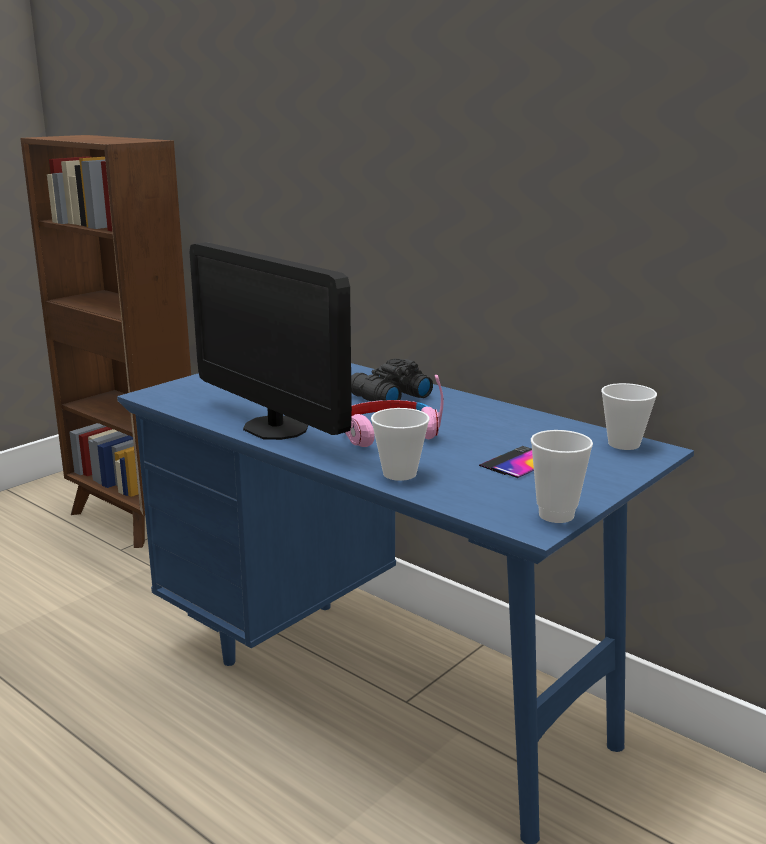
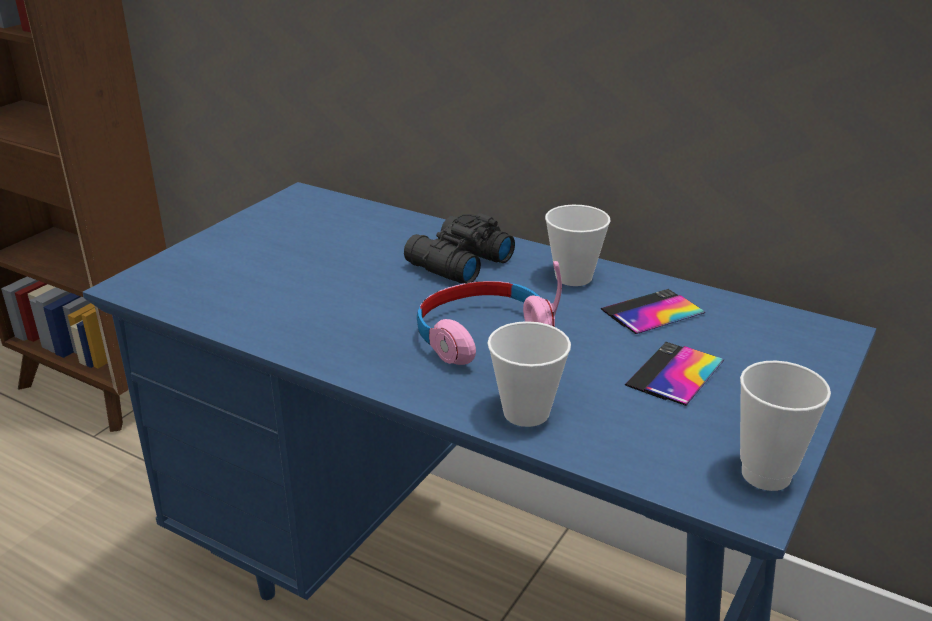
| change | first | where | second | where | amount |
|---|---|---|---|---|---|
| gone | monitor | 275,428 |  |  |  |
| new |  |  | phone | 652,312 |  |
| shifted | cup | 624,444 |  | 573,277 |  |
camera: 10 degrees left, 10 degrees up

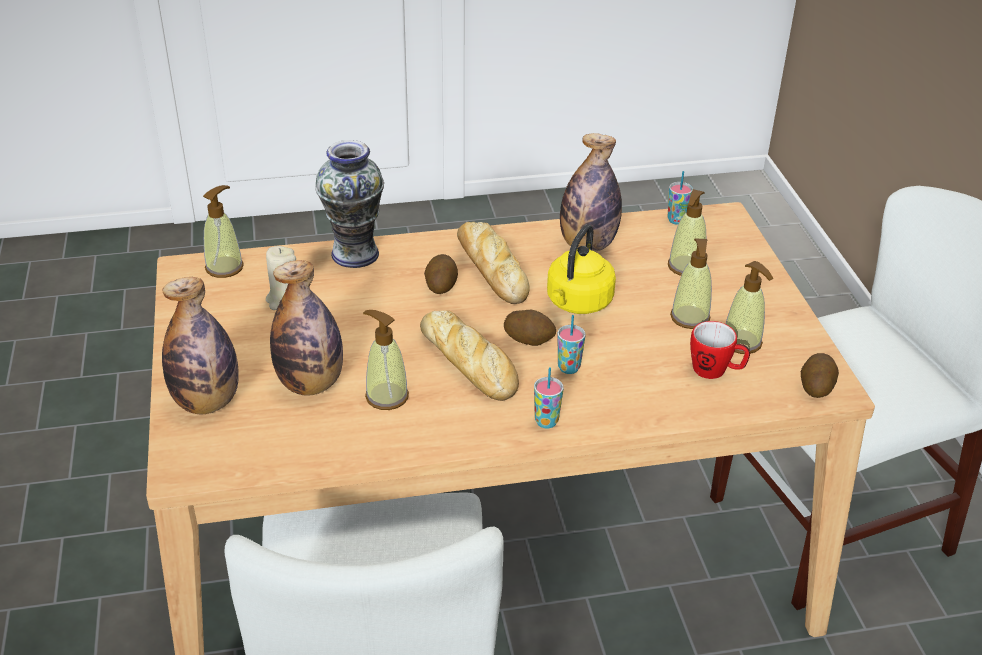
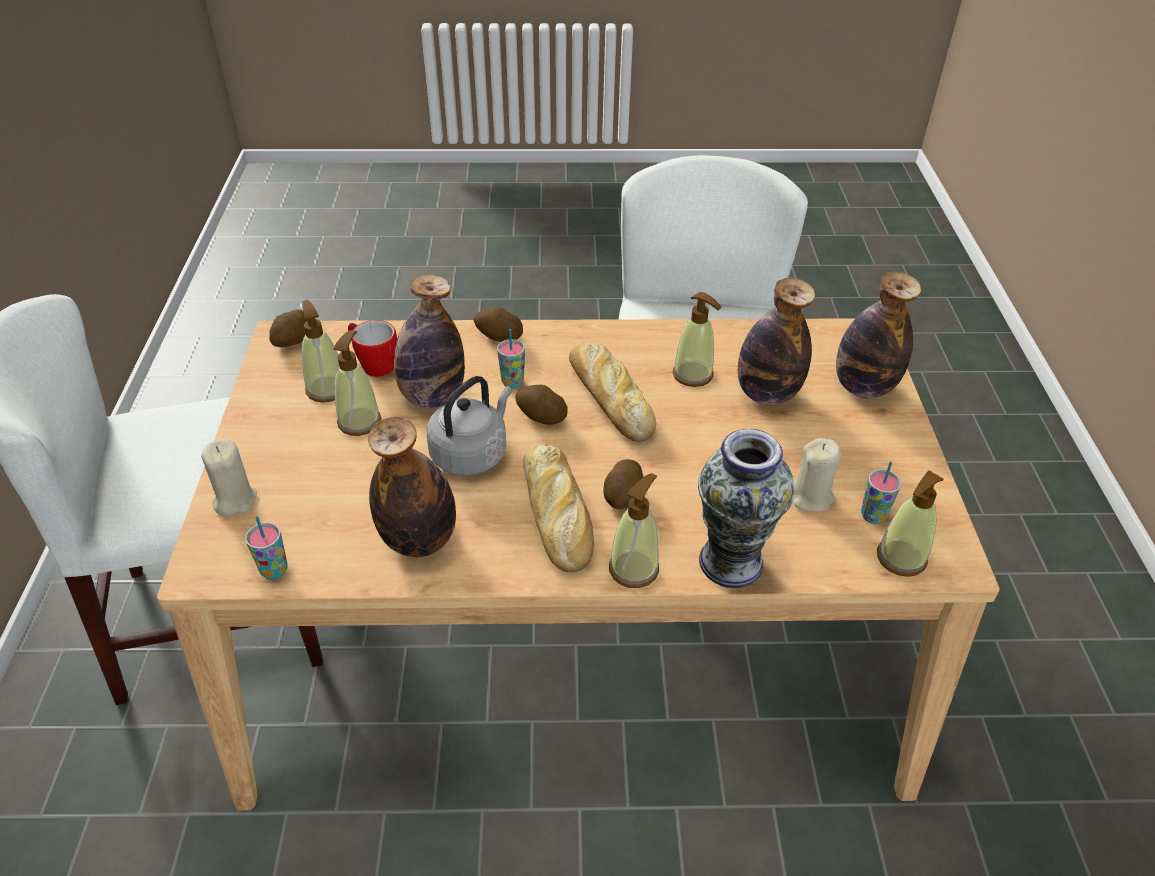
| change | first | where | second | where | amount |
|---|---|---|---|---|---|
| new |  |  | beige candle | 234,500 |  |
| new |  |  | bottle | 432,397 |  |
| new |  |  | potato | 498,337 |  |
| shifted | cup | 546,422 |  | 873,516 |  |
| shifted | soap dispenser | 686,267 |  | 634,569 |  |
| repainted | yellow kettle | 577,303 | grey kettle | 472,453 |  |
camera: 170 degrees left, 5 degrees up

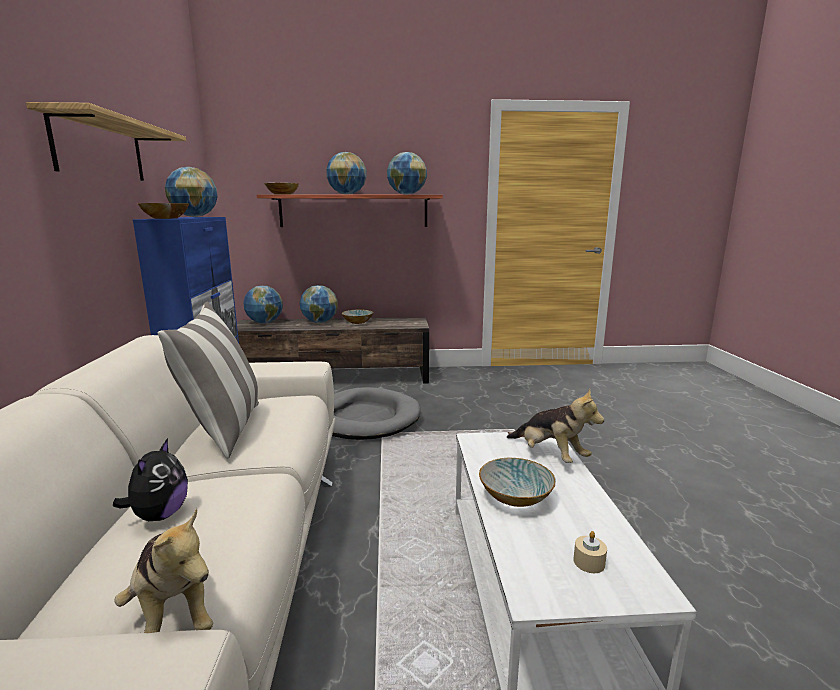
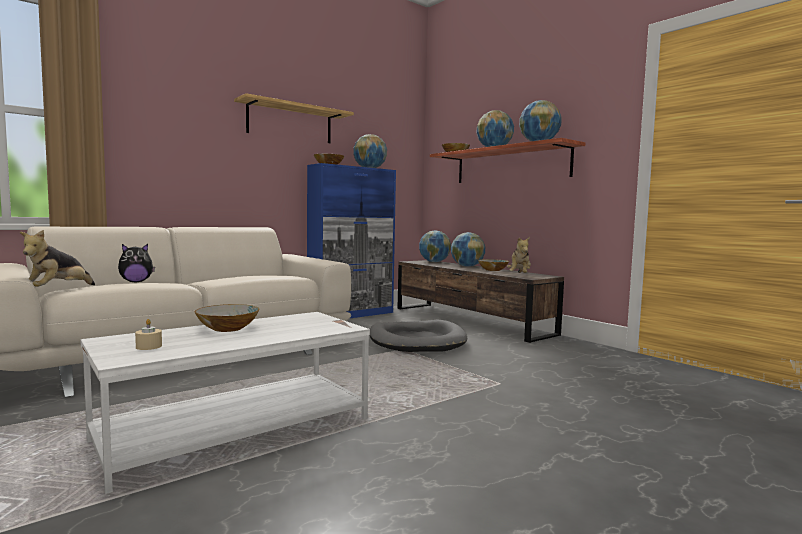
| change | first | where | second | where | amount |
|---|---|---|---|---|---|
| gone | pillow | 223,429 |  |  |  |
| shifted | plush toy | 550,455 |  | 519,275 |  |
camera: 55 degrees right, 10 degrees down

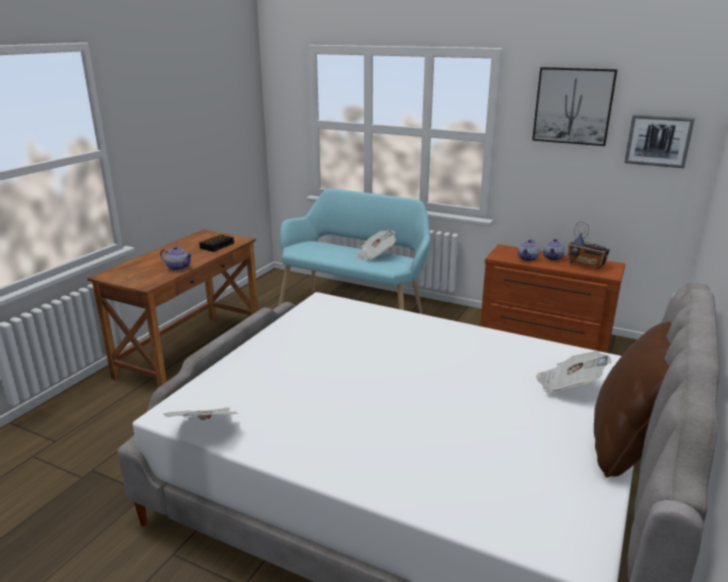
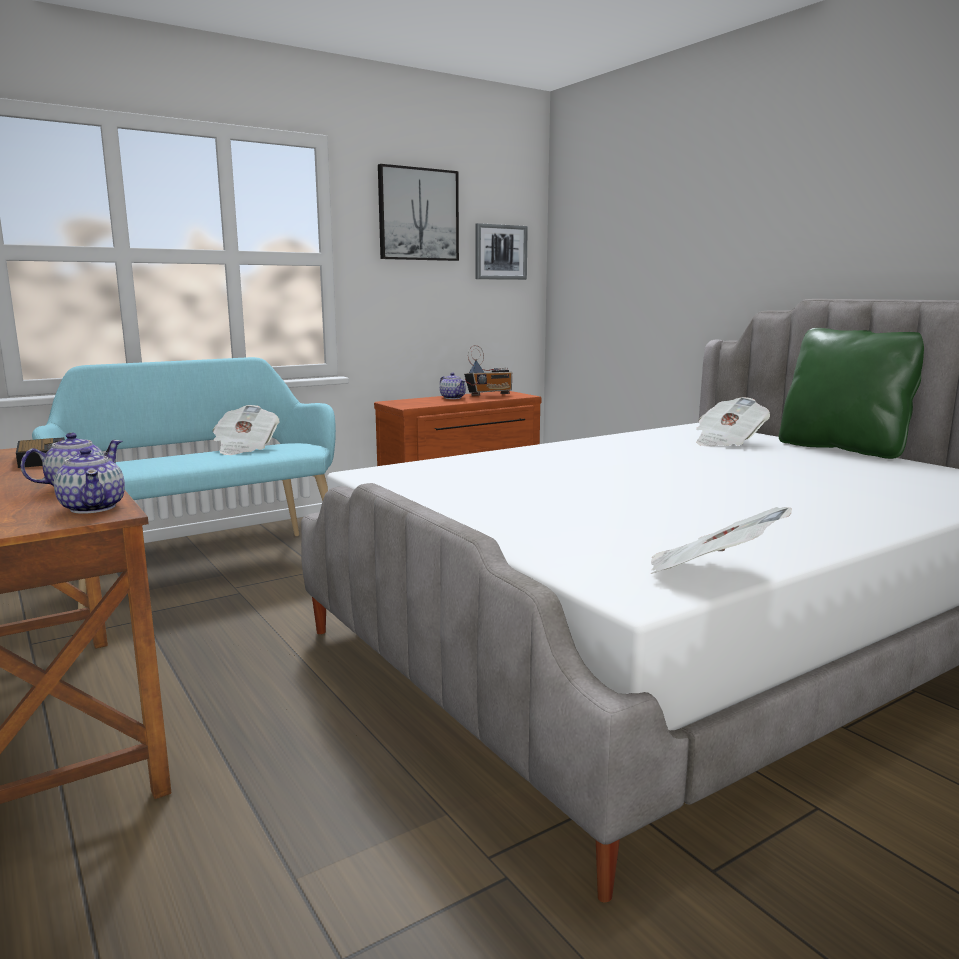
| change | first | where | second | where | amount |
|---|---|---|---|---|---|
| shifted | teapot | 528,258 |  | 93,507 |  |
| repainted | brown pillow | 627,446 | green pillow | 844,448 |  |
camera: 60 degrees left, 10 degrees down

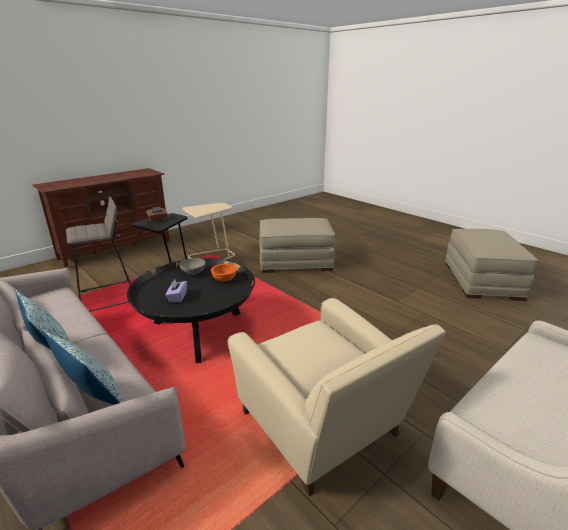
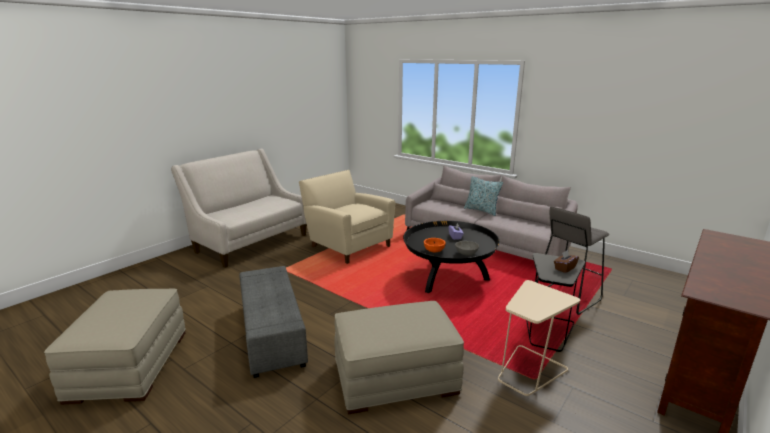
| change | first | where | second | where | amount |
|---|---|---|---|---|---|
| gone | pillow | 94,399 |  |  |  |
| new |  |  | grey ottoman | 272,333 |  |
camera: 170 degrees right, 5 degrees down

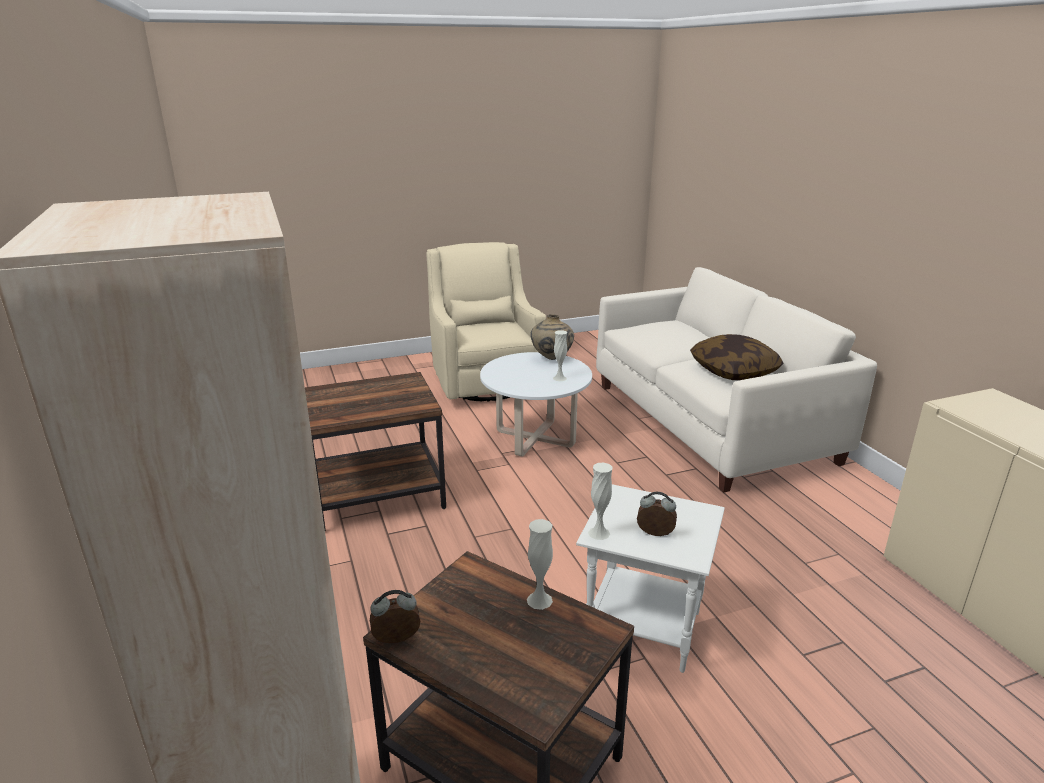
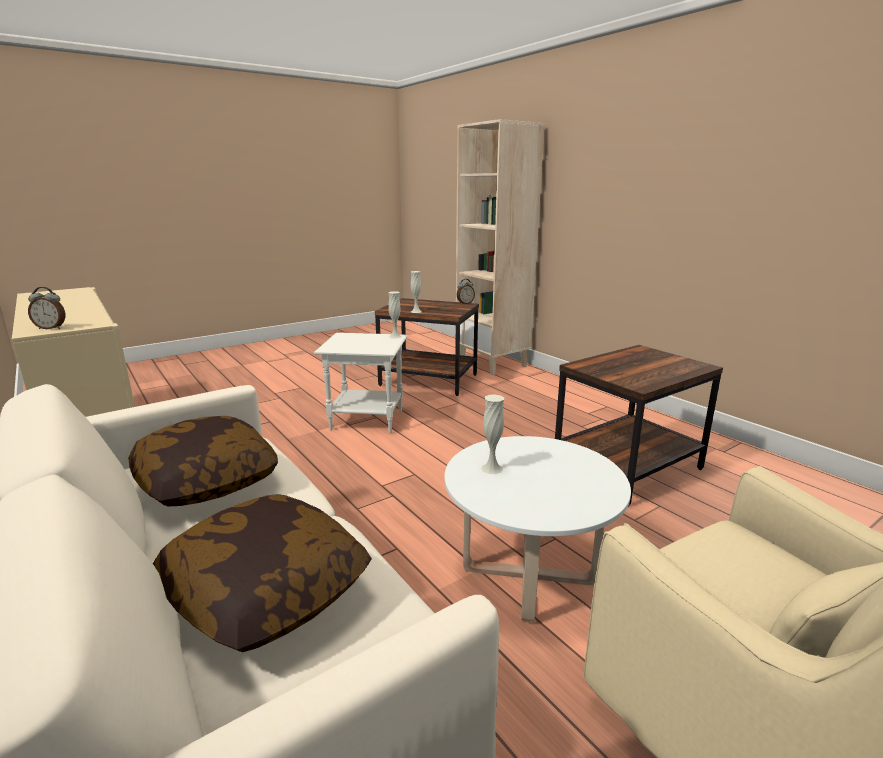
| change | first | where | second | where | amount |
|---|---|---|---|---|---|
| gone | beige vase | 551,359 |  |  |  |
| new |  |  | pillow | 266,591 |  |
| shifted | alarm clock | 655,534 |  | 51,328 |  |
camera: 165 degrees right, 5 degrees down

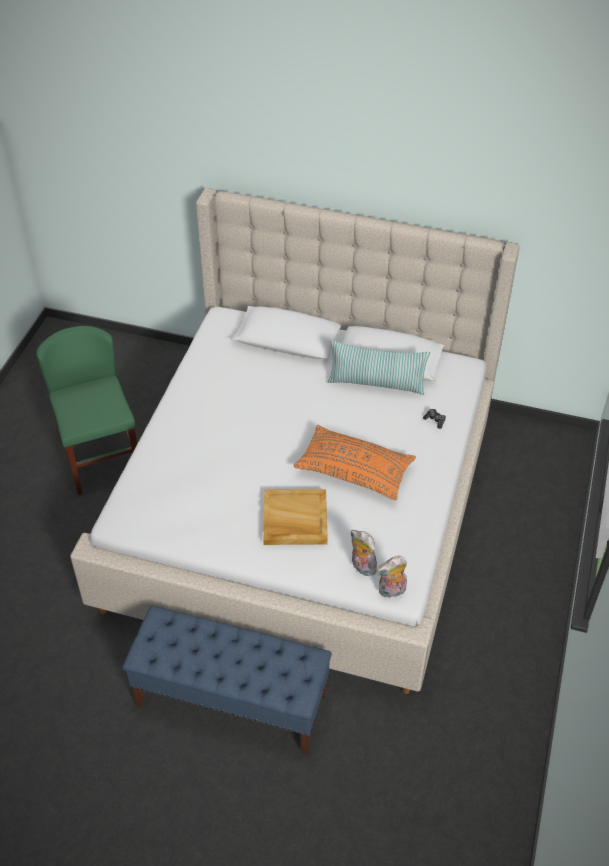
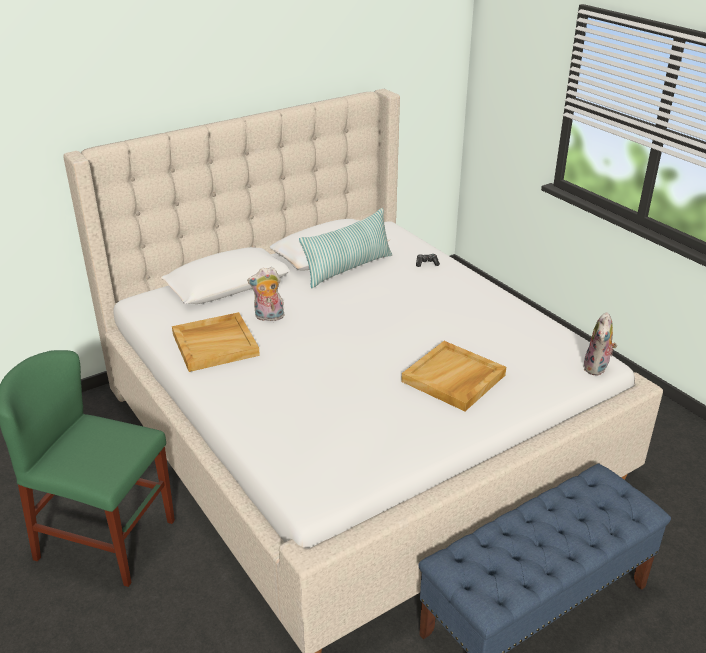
| change | first | where | second | where | amount |
|---|---|---|---|---|---|
| gone | orange pillow | 354,471 |  |  |  |
| new |  |  | beige tray | 216,344 |  |
| shifted | plush toy | 361,567 |  | 268,317 |  |
camera: 50 degrees left, 15 degrees down

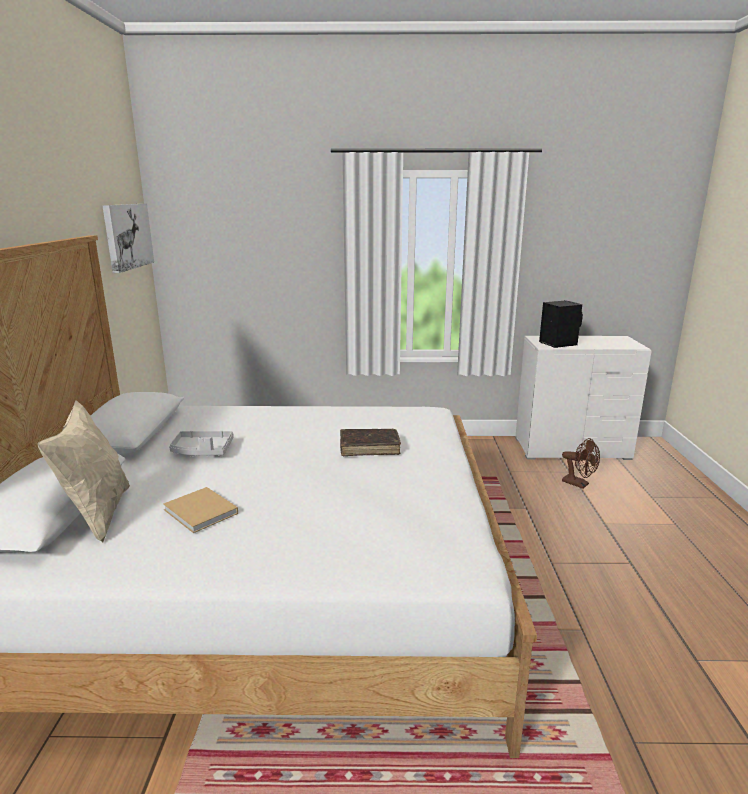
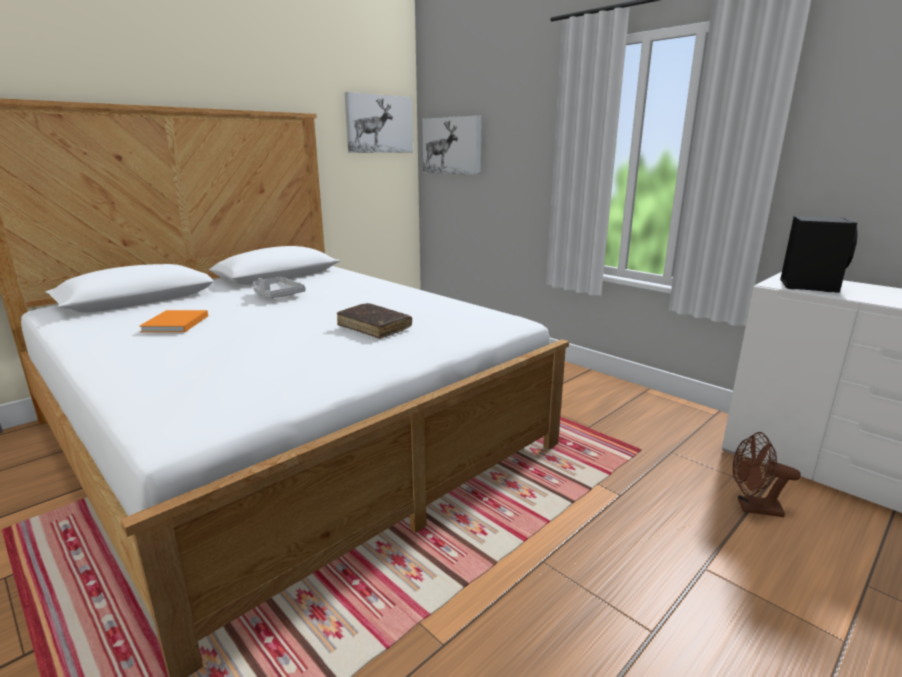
| change | first | where | second | where | amount |
|---|---|---|---|---|---|
| gone | beige pillow | 97,514 |  |  |  |
| new |  |  | picture | 452,145 |  |
| repainted | beige book | 202,512 | orange book | 174,324 |  |
| rotated | brown fan | 579,484 |  | 752,508 | 105 degrees clockwise |
camera: 45 degrees right, 0 degrees up

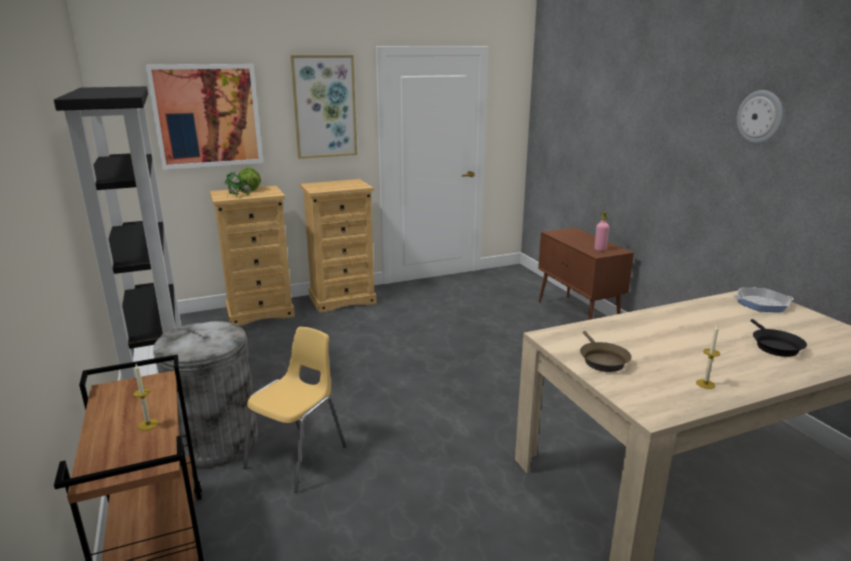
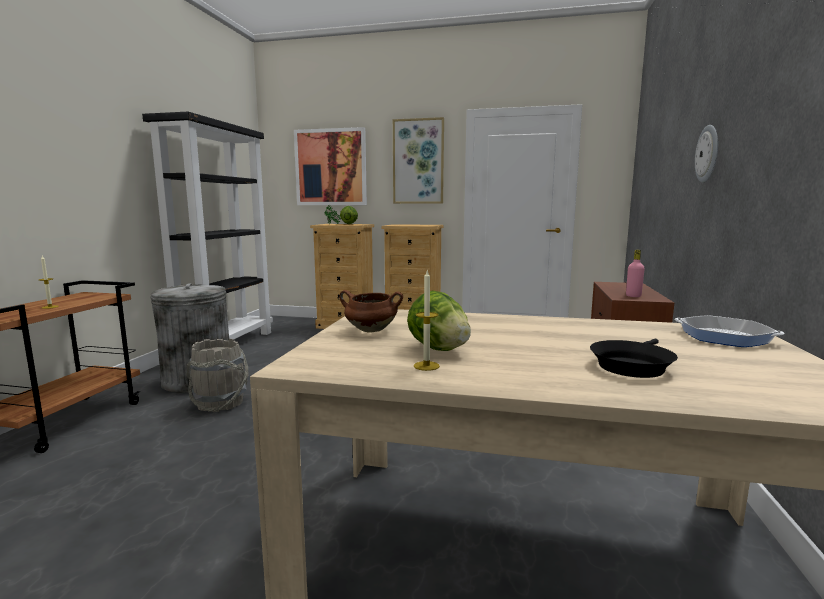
| change | first | where | second | where | amount |
|---|---|---|---|---|---|
| new |  |  | lettuce | 438,349 |  |
| shifted | wall clock | 760,117 |  | 708,154 |  |
| swapped | yellow chair | 298,457 | grey bucket | 220,403 |  |
| swapped | brown frying pan | 601,360 | brown cooking pot | 370,330 |  |
camera: 35 degrees right, 10 degrees down

